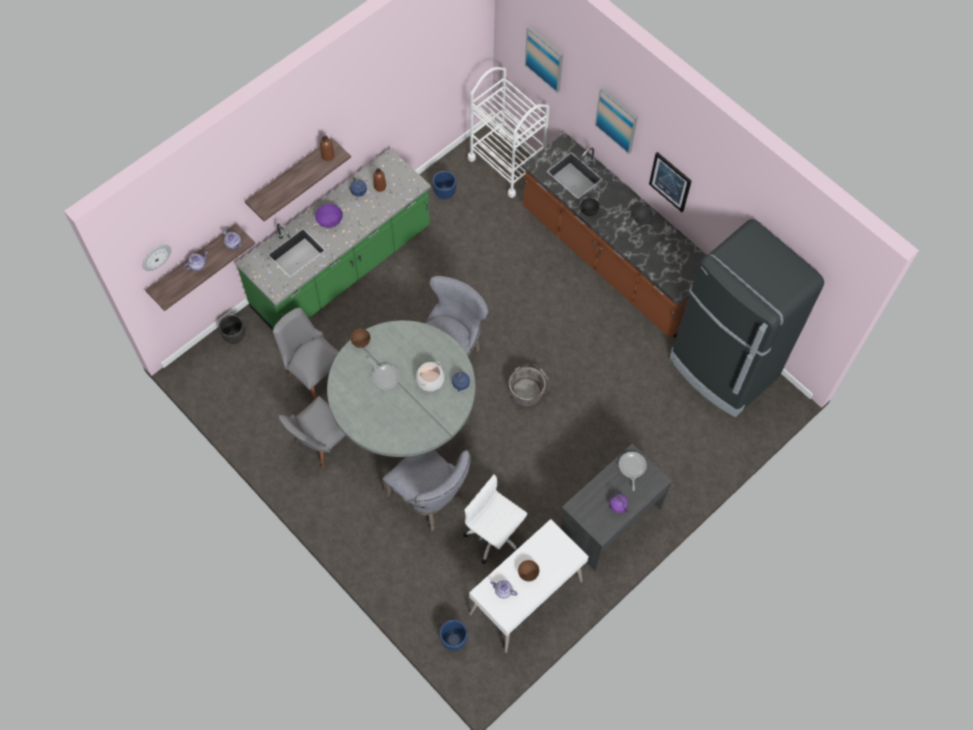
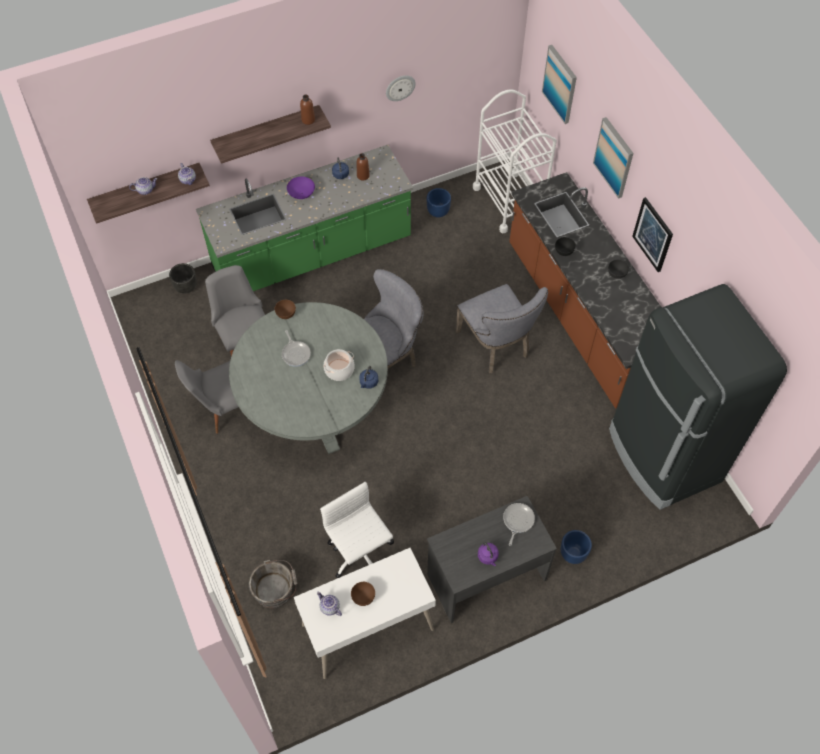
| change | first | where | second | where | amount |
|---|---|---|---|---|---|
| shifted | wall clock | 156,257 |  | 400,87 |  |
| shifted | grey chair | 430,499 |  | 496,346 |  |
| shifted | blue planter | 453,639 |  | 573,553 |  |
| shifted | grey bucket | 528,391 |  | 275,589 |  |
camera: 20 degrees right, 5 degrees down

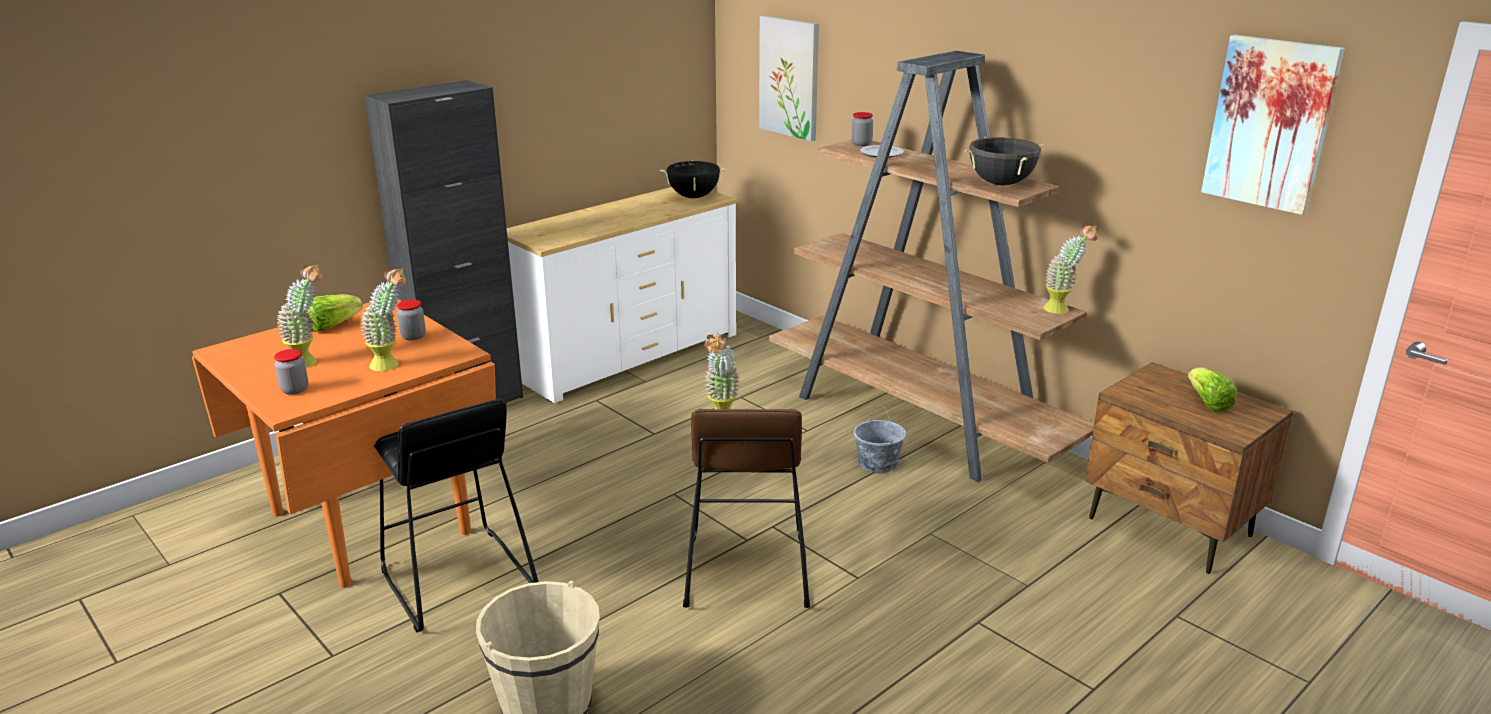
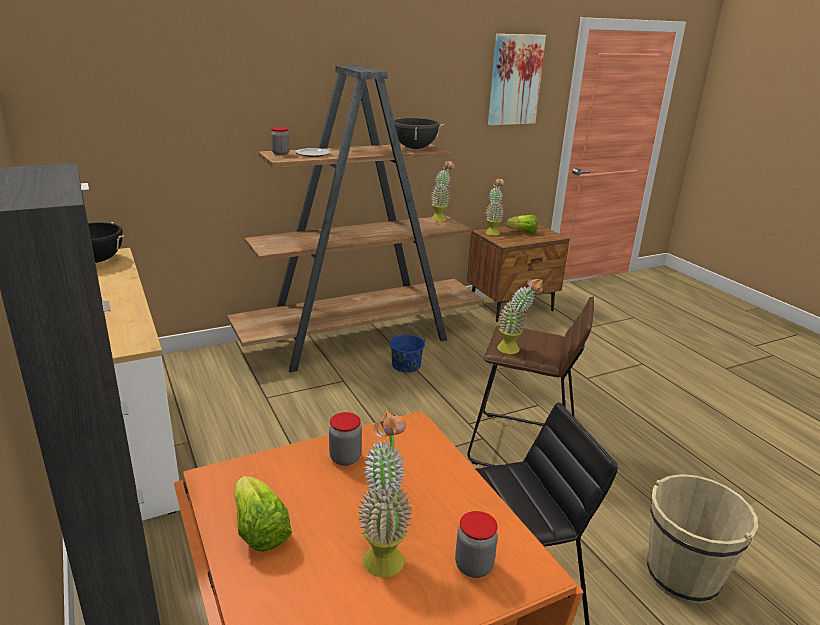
| change | first | where | second | where | amount |
|---|---|---|---|---|---|
| gone | picture | 790,77 |  |  |  |
| shifted | potted plant | 392,364 |  | 492,232 |  |
| repainted | grey bucket | 878,463 | blue bucket | 406,365 |  |
camera: 75 degrees left, 0 degrees up

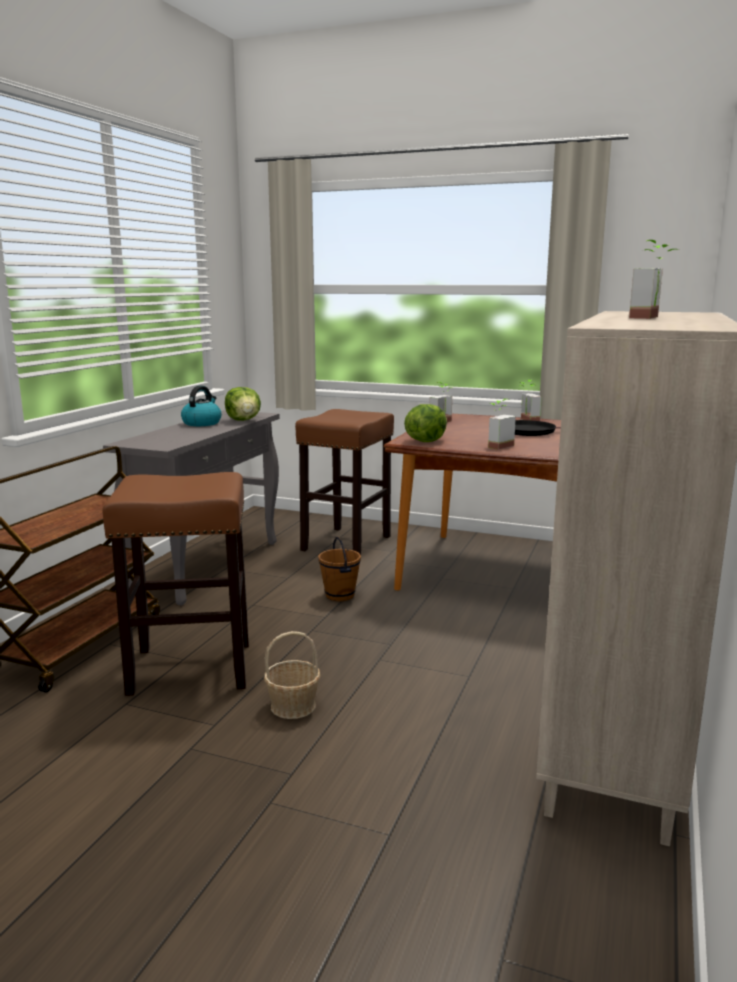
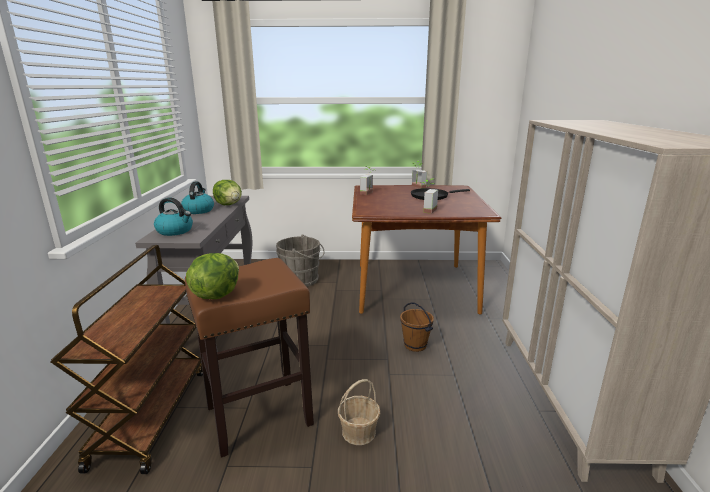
| change | first | where | second | where | amount |
|---|---|---|---|---|---|
| gone | potted plant | 652,317 |  |  |  |
| new |  |  | kettle | 175,231 |  |
| shifted | brown bucket | 340,595 |  | 415,345 |  |
| shifted | lettuce | 425,441 |  | 215,294 |  |
| swapped | brown stool | 347,543 | grey bucket | 302,280 |  |
camera: 20 degrees left, 5 degrees up

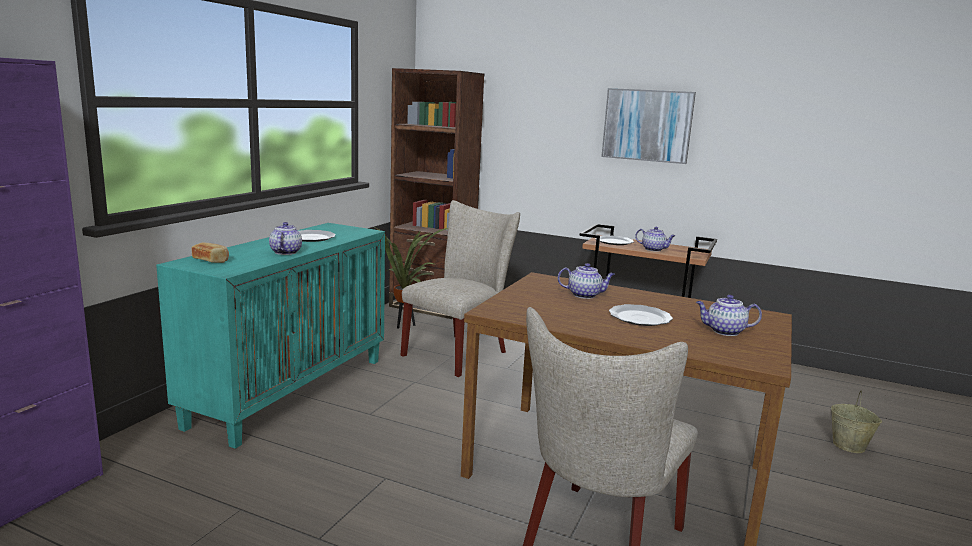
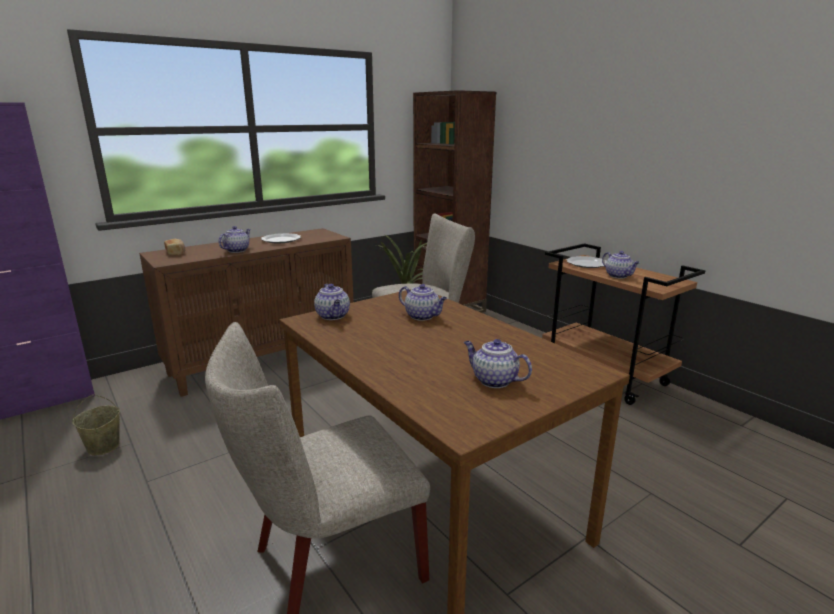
| change | first | where | second | where | amount |
|---|---|---|---|---|---|
| gone | picture | 647,125 |  |  |  |
| gone | plate | 640,318 |  |  |  |
| new |  |  | teapot | 333,316 |  |
| shifted | beige bucket | 849,446 |  | 103,447 |  |
| repainted | turquoise cabinet | 290,390 | brown cabinet | 264,360 |  |
camera: 30 degrees right, 5 degrees up

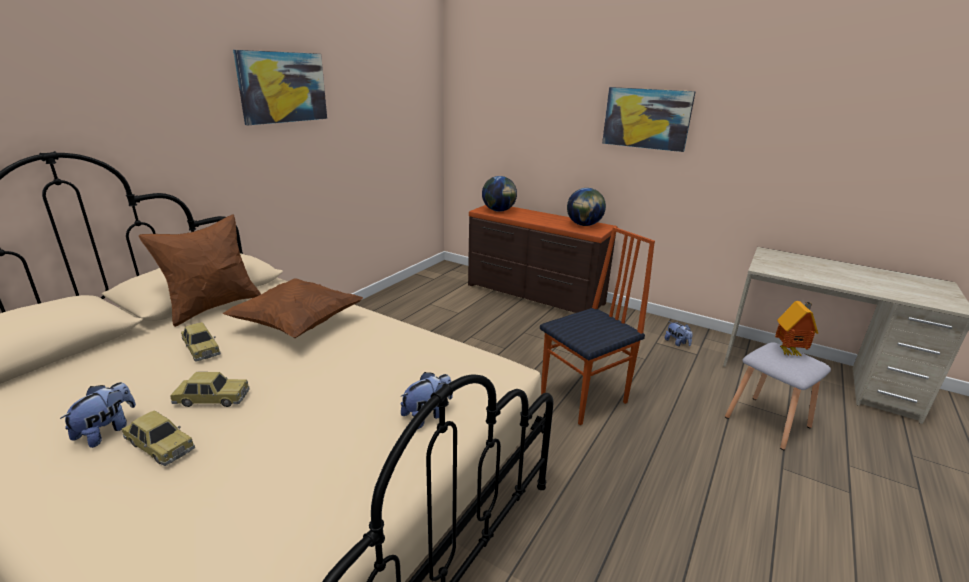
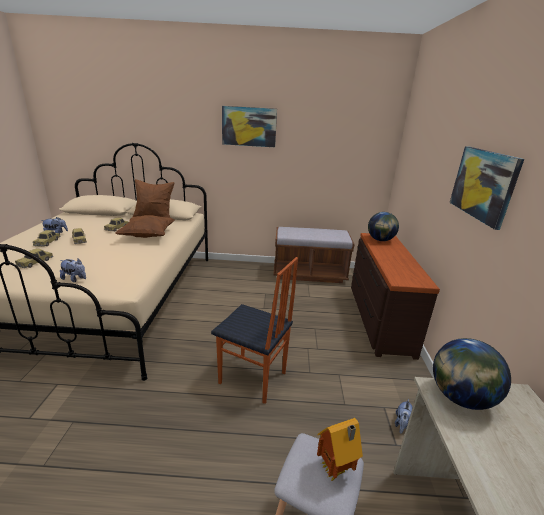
| change | first | where | second | where | amount |
|---|---|---|---|---|---|
| new |  |  | toy car | 35,262 |  |
| new |  |  | brown bench | 309,274 |  |
| shifted | globe | 584,225 |  | 460,397 |  |
camera: 60 degrees right, 0 degrees up

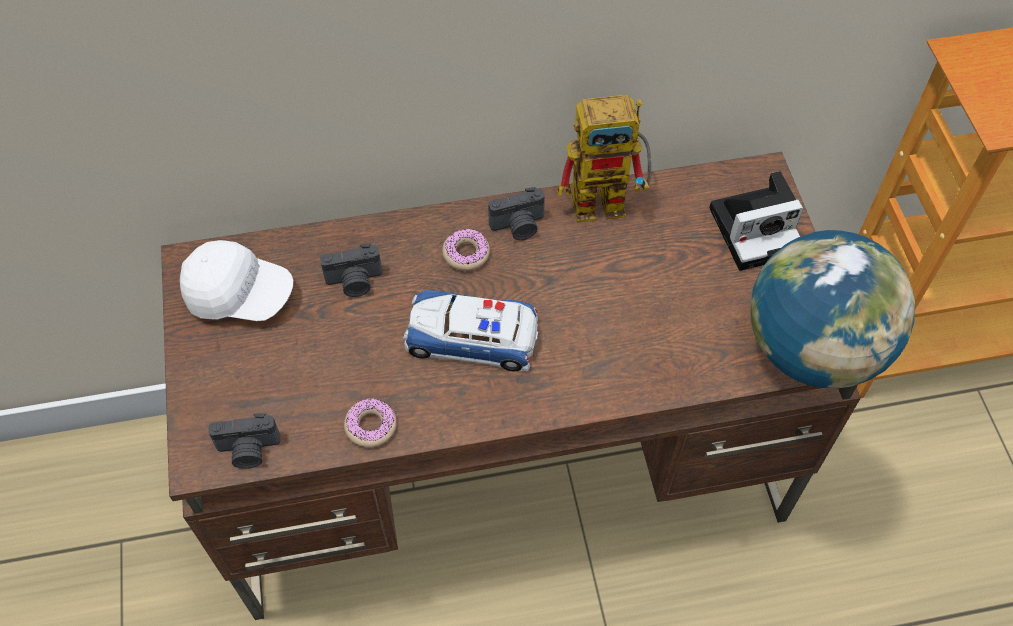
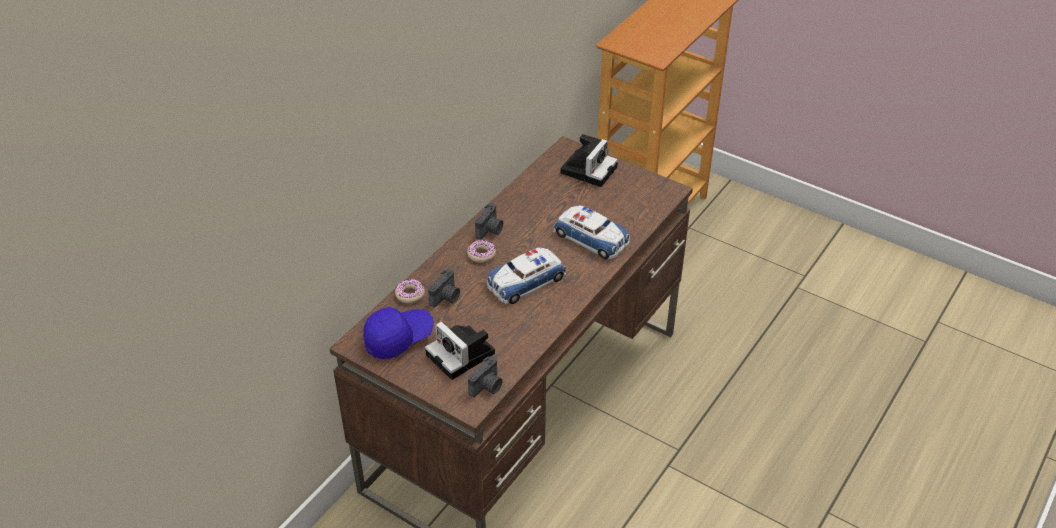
| change | first | where | second | where | amount |
|---|---|---|---|---|---|
| gone | toy robot | 609,199 |  |  |  |
| gone | globe | 812,349 |  |  |  |
| new |  |  | photo camera | 462,355 |  |
| new |  |  | toy car | 591,238 |  |
| shifted | donut | 371,426 |  | 410,294 |  |
| repainted | white cap | 240,294 | blue cap | 398,338 |  |
camera: 45 degrees left, 15 degrees down

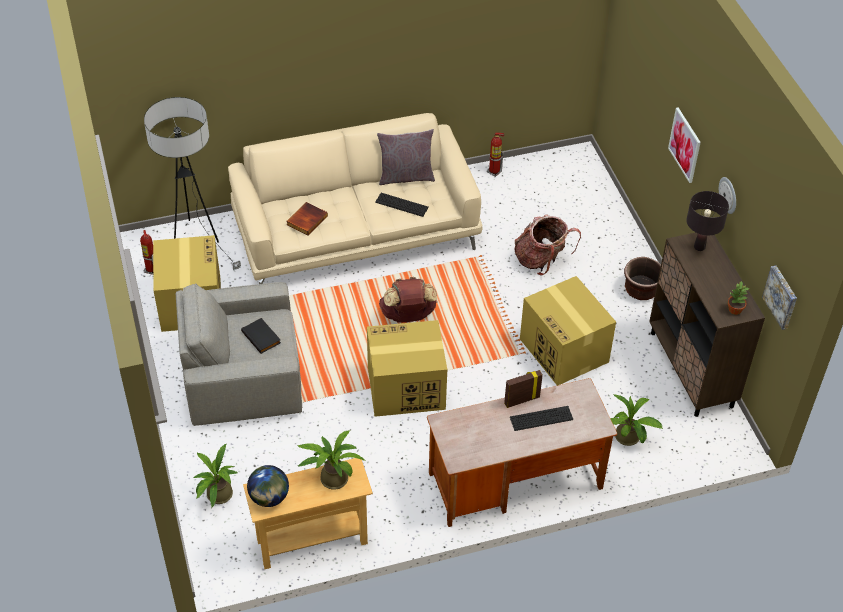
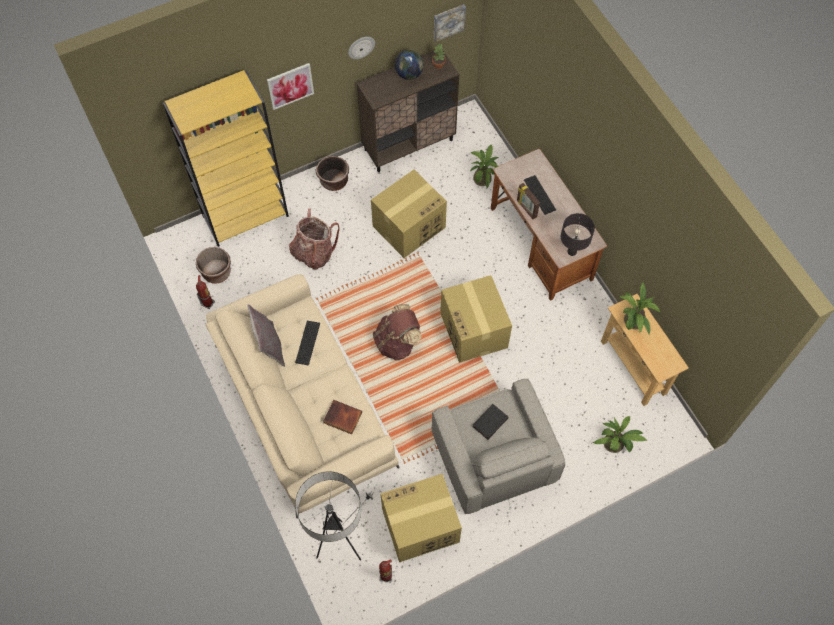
| change | first | where | second | where | amount |
|---|---|---|---|---|---|
| new |  |  | yellow bookcase | 246,216 |  |
| new |  |  | brown planter | 216,272 |  |
| shifted | globe | 269,497 |  | 409,74 |  |
| shifted | black table lamp | 699,247 |  | 571,252 |  |
camera: 100 degrees left, 15 degrees up

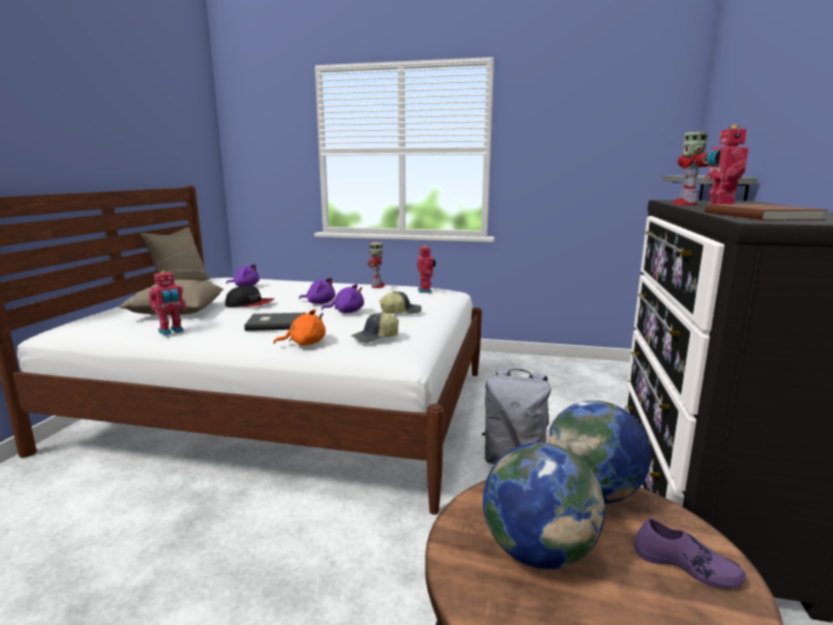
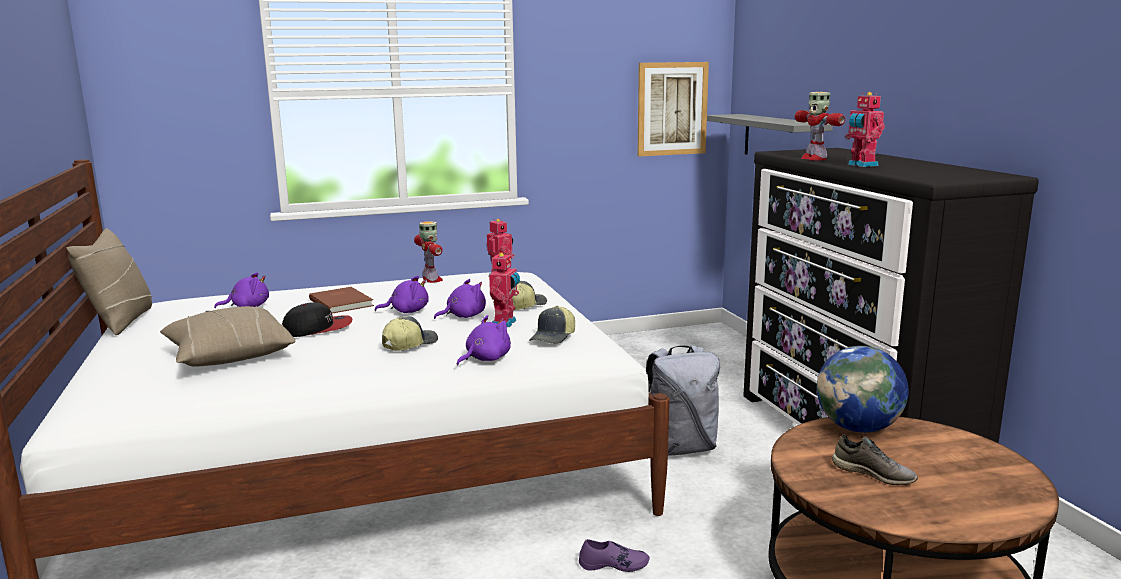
| change | first | where | second | where | amount |
|---|---|---|---|---|---|
| new |  |  | picture | 672,109 |  |
| shifted | toy robot | 171,331 |  | 505,323 |  |
| shifted | purple shoe | 686,565 |  | 614,564 |  |
| shifted | brown book | 761,216 |  | 342,302 |  |
| swapped | grey book | 276,323 | cap | 409,344 |  |
| swapped | globe | 538,552 | grey shoe | 873,474 |  |
| repainted | orange plush toy | 304,343 | purple plush toy | 485,359 |  |
camera: 30 degrees left, 0 degrees up

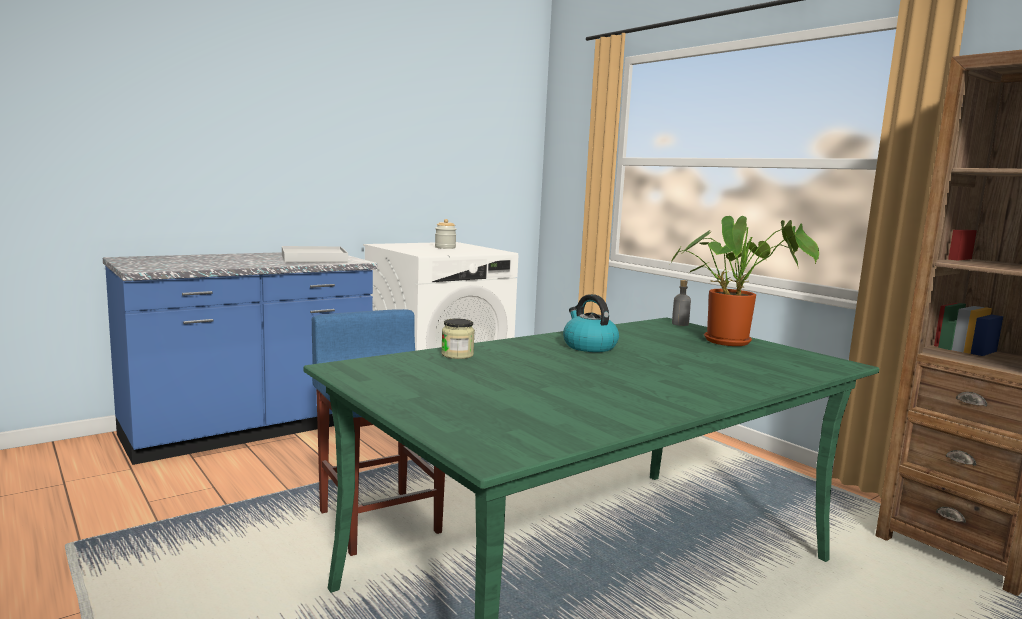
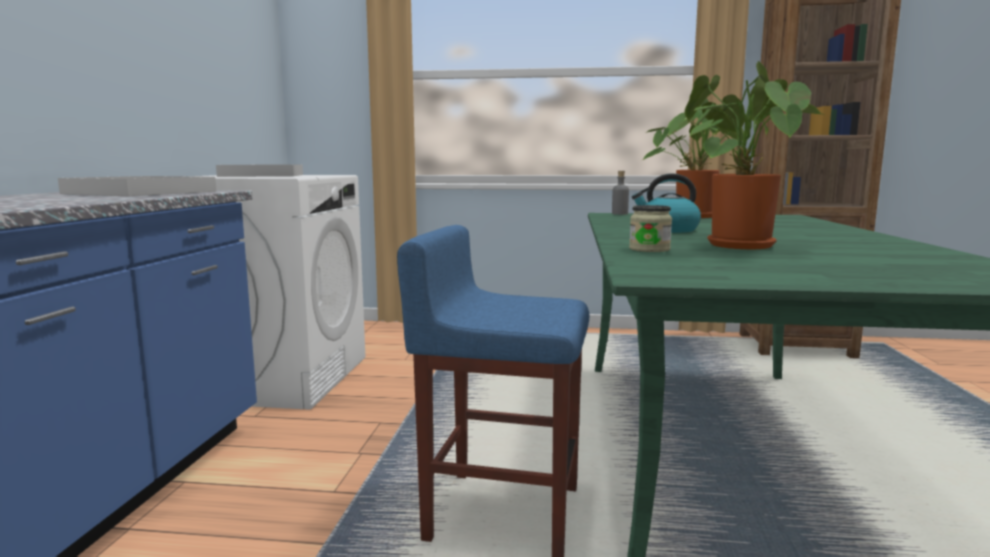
| change | first | where | second | where | amount |
|---|---|---|---|---|---|
| new |  |  | potted plant | 734,244 |  |
| swapped | jar | 445,247 | white tray | 263,175 |  |
camera: 45 degrees left, 0 degrees up

